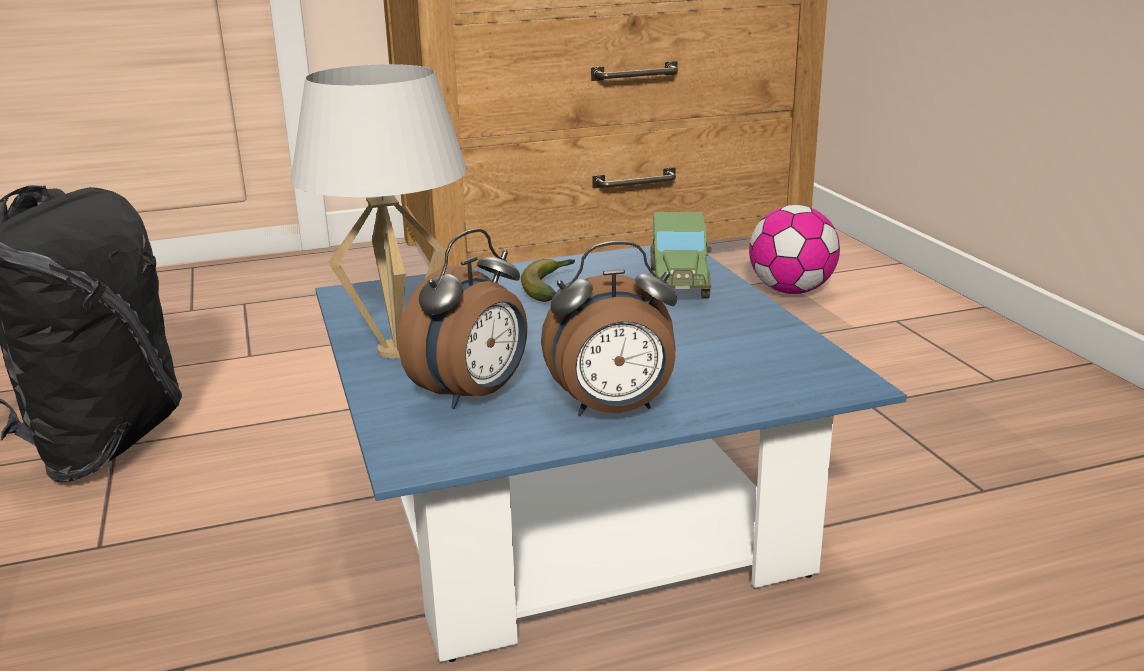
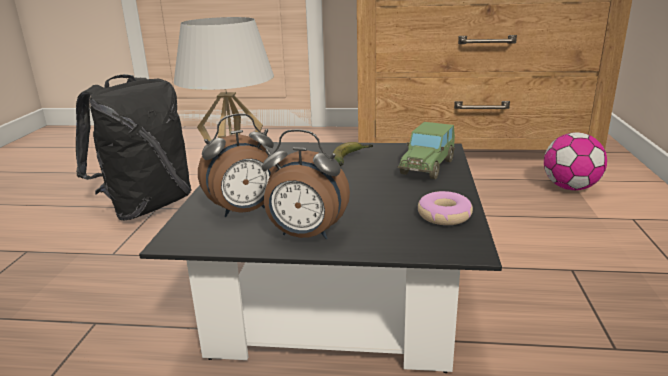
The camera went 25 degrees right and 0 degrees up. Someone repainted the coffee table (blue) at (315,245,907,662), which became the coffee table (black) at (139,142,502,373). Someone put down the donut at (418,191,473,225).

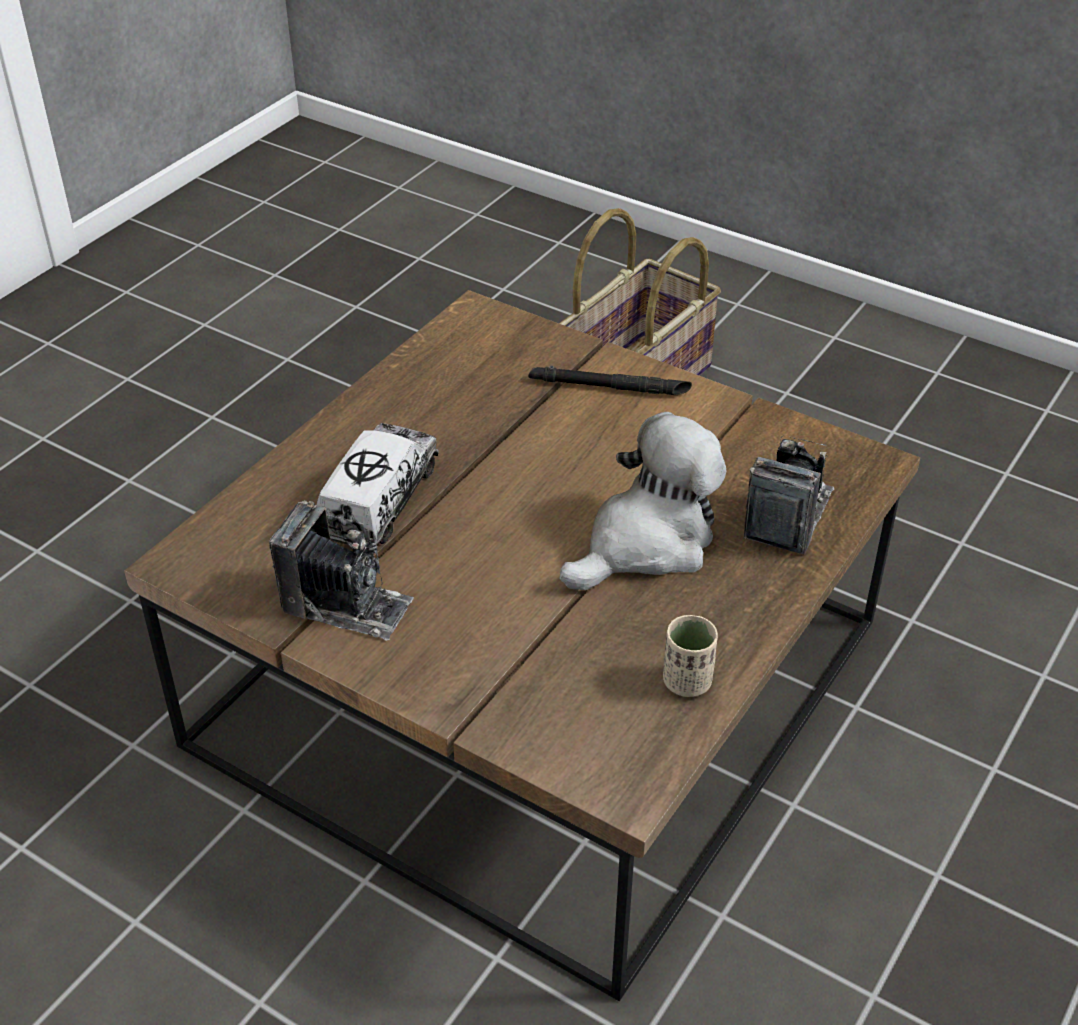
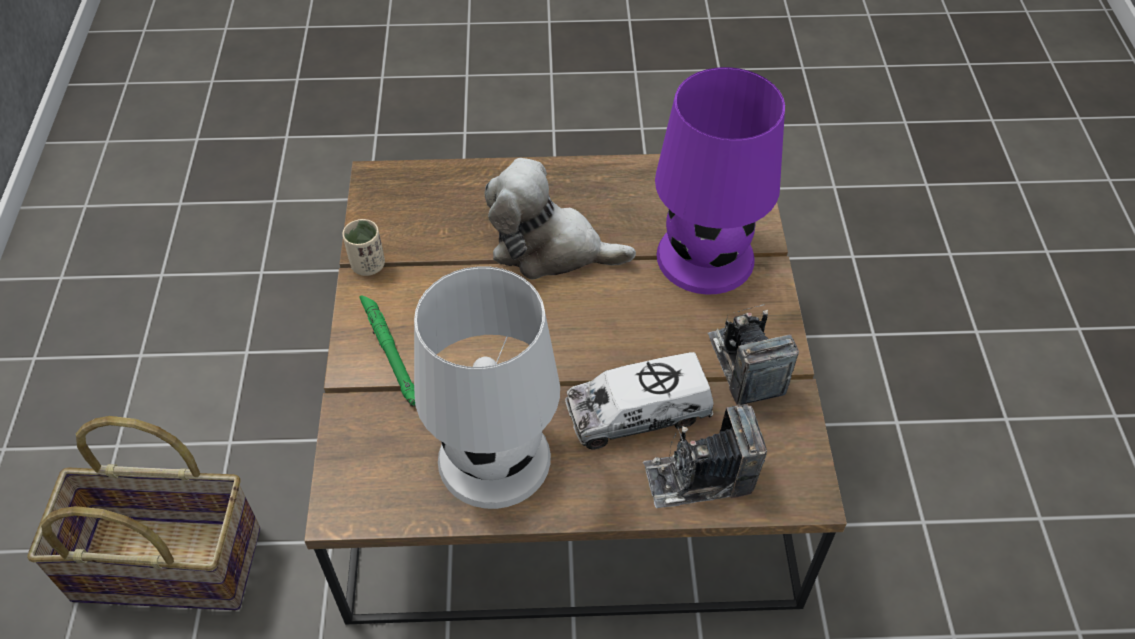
The camera went 125 degrees left and 10 degrees up. Someone repainted the flashlight (black) at (528,366,692,395), which became the flashlight (green) at (359,296,415,406). Someone carried the cup (beige) from (663,615,718,697) to (342,219,385,276). Someone carried the photo camera from (744,436,834,555) to (643,404,767,508). Someone put down the table lamp (white) at (414,266,560,509). Someone put down the table lamp (purple) at (655,67,785,295).

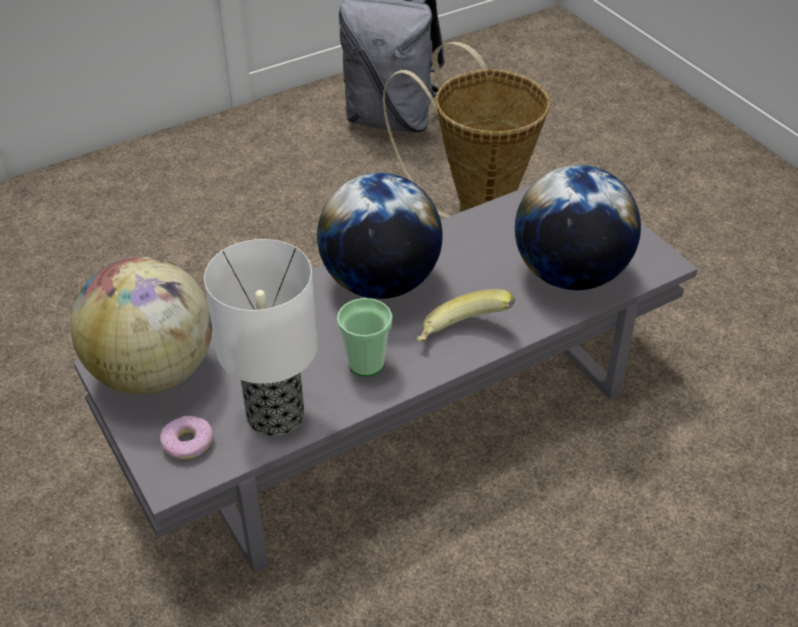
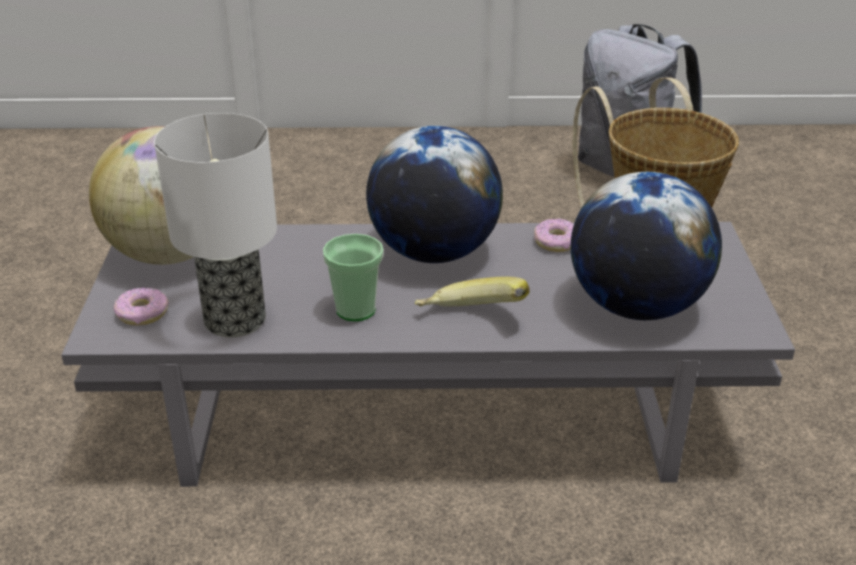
The camera went 30 degrees right and 10 degrees down. Someone put down the donut at (534,219,574,252).

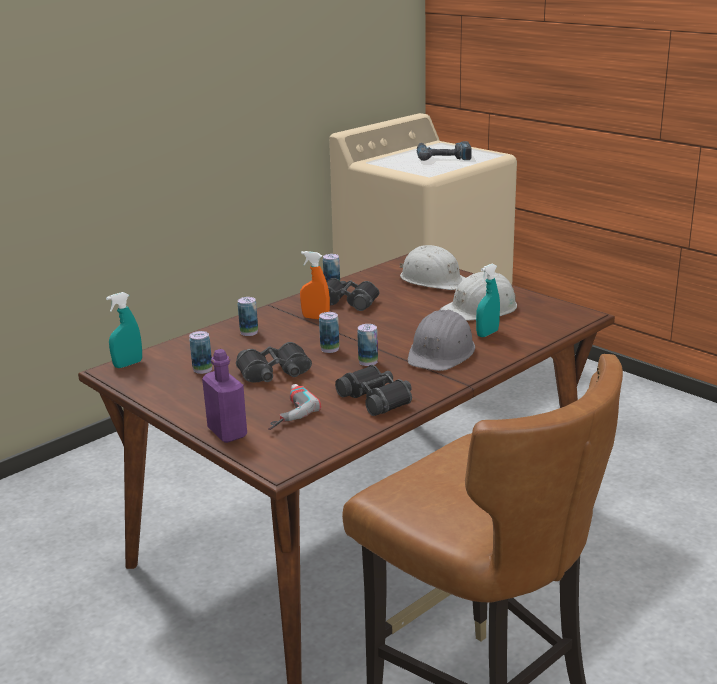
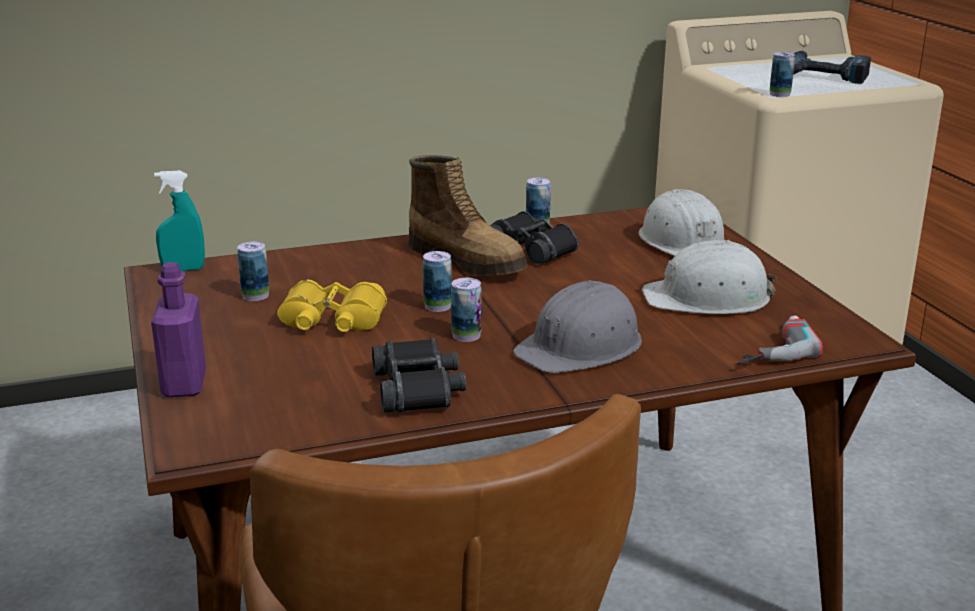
The camera went 25 degrees right and 0 degrees up. Someone repainted the binoculars (black) at (236,342,312,382), which became the binoculars (yellow) at (277,279,387,332). Someone carried the can from (238,297,258,336) to (770,52,795,97). Someone carried the power drill from (268,384,321,430) to (737,316,823,365). Someone swapped the spray bottle (orange) at (300,251,330,319) for the boot at (409,155,528,276). Someone took away the spray bottle (turquoise) at (476,264,500,337).

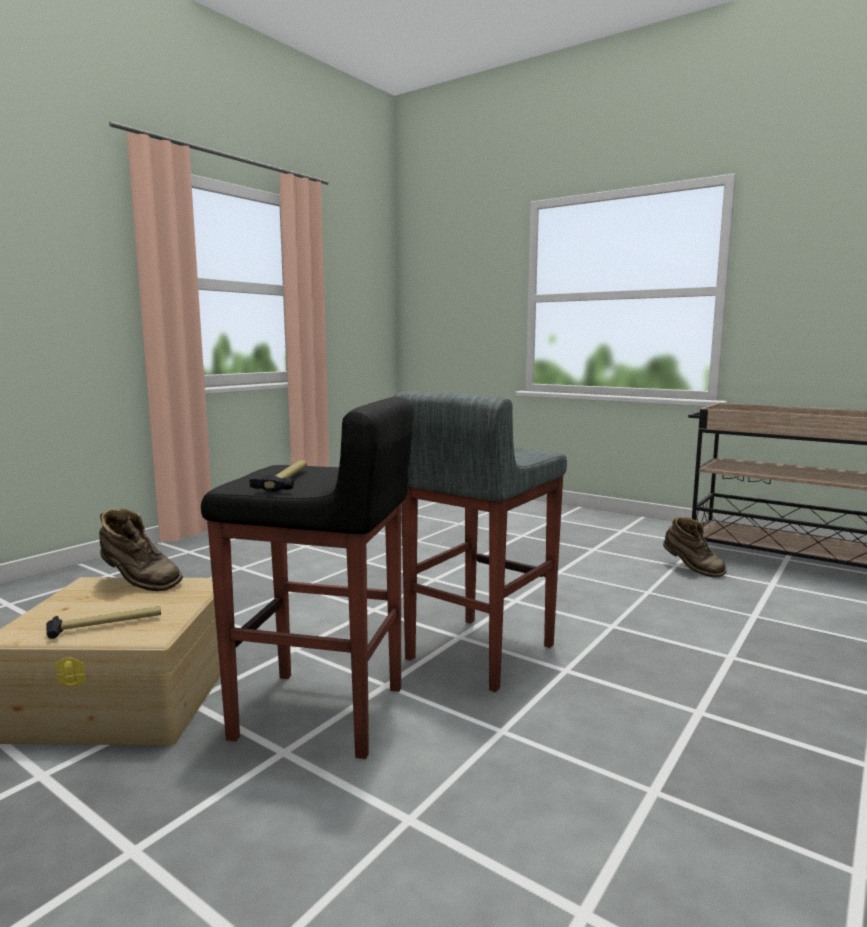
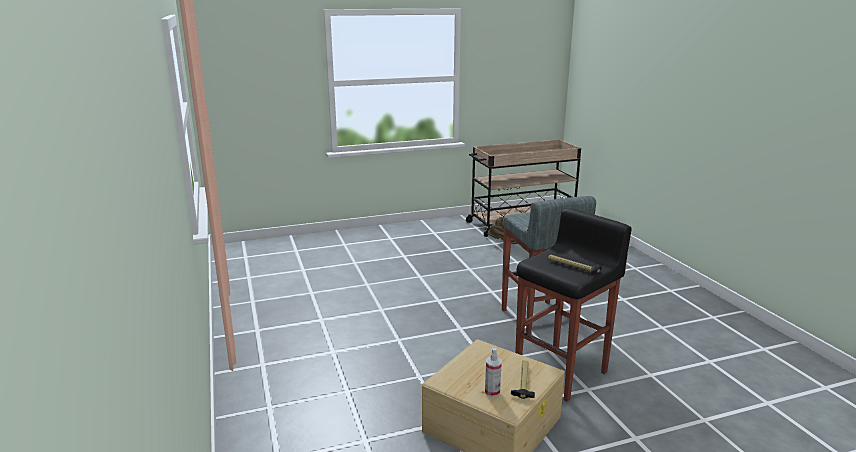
The camera went 55 degrees left and 10 degrees up. Someone took away the boot (brown) at (99,509,183,591). Someone put down the spray bottle at (485,348,502,397).

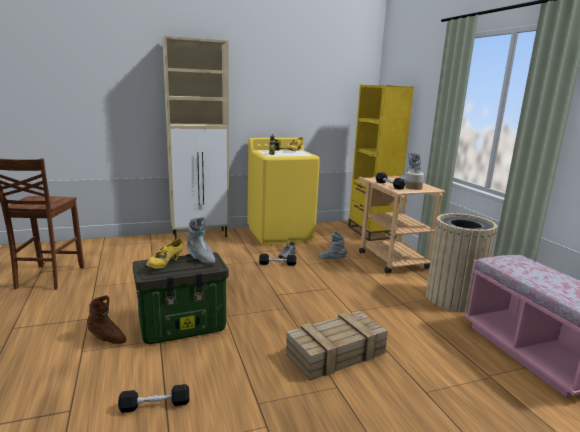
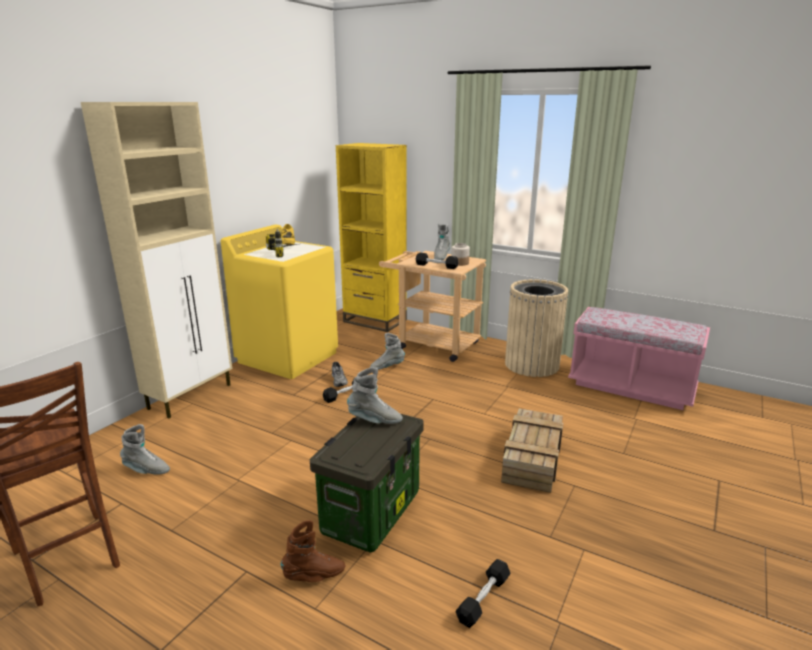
The camera went 40 degrees left and 5 degrees up. Someone took away the shoe (yellow) at (146,239,183,269). Someone put down the boot (grey) at (120,424,170,475).

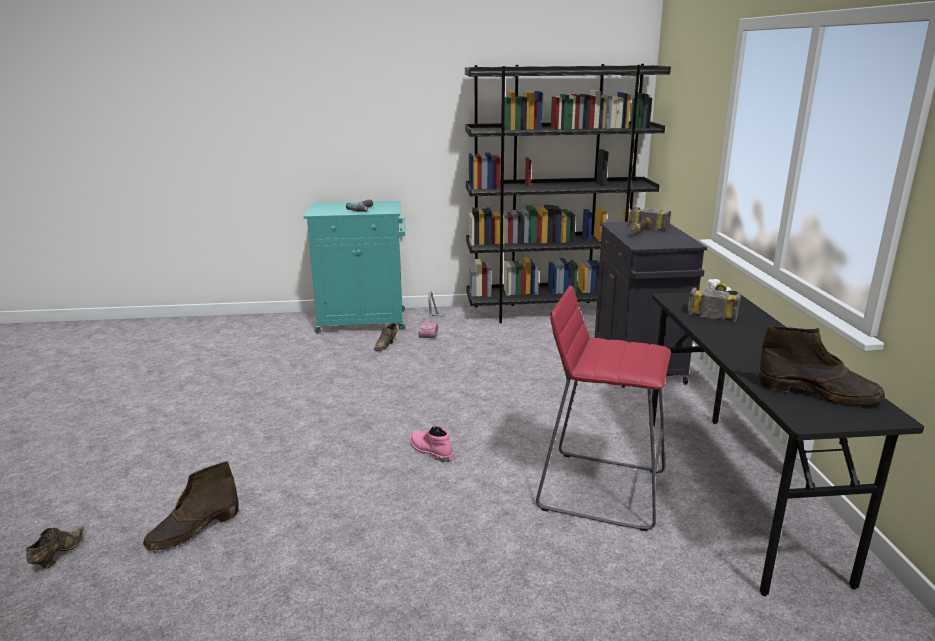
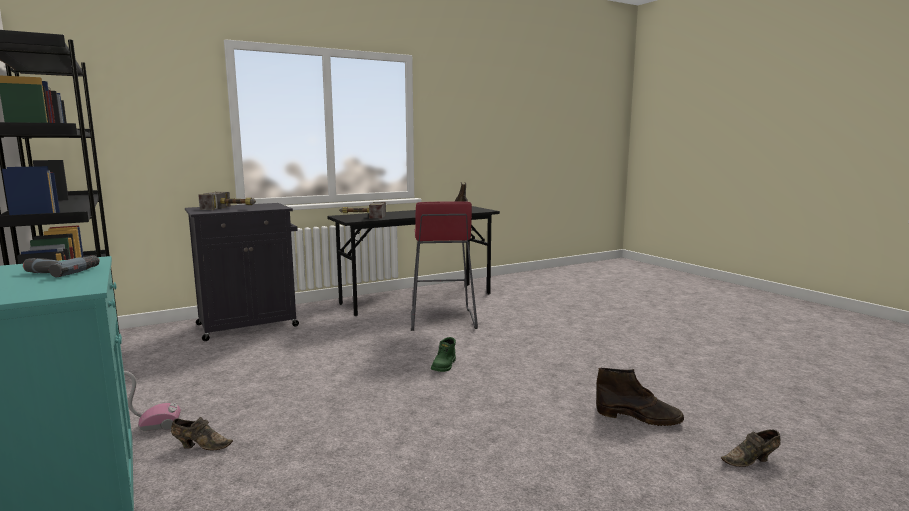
The camera went 115 degrees left and 10 degrees down. Someone repainted the boot (pink) at (410,426,453,462), which became the boot (green) at (431,337,456,372).

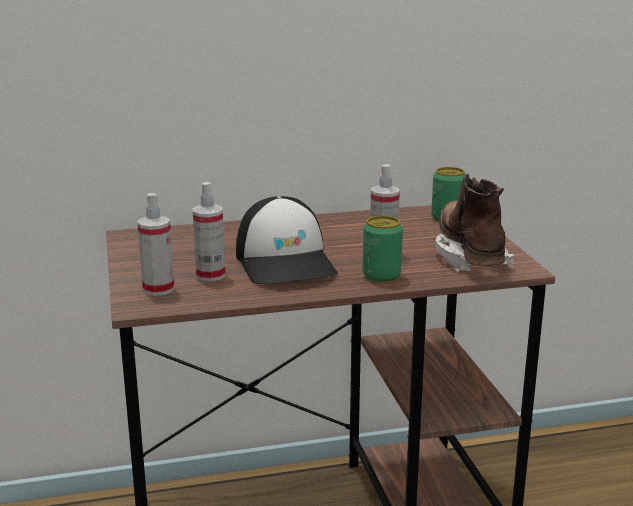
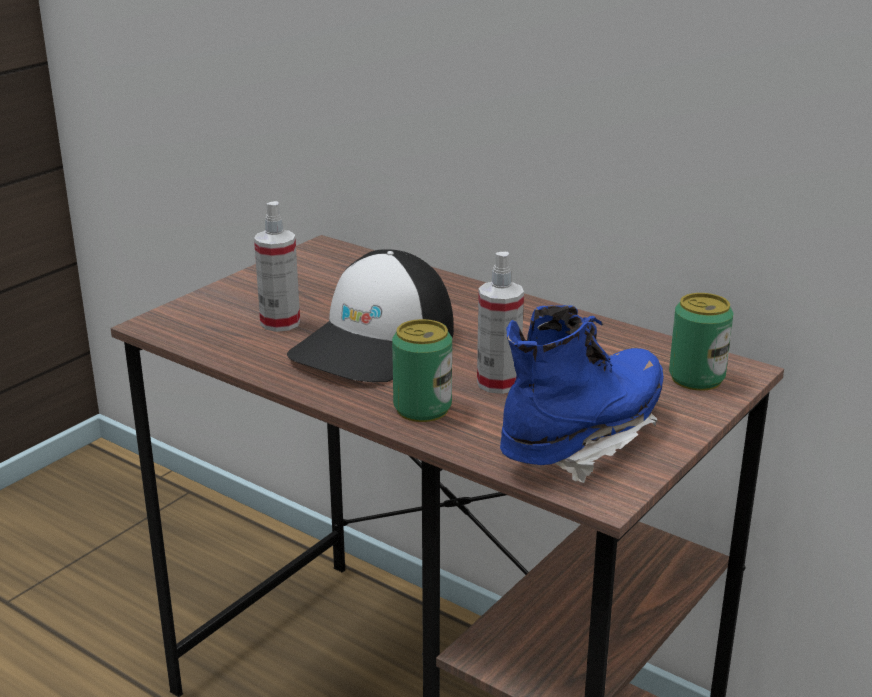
The camera went 50 degrees right and 5 degrees up. Someone took away the spray bottle at (137,193,174,296). Someone repainted the boot (brown) at (435,174,515,271), which became the boot (blue) at (500,305,664,483).

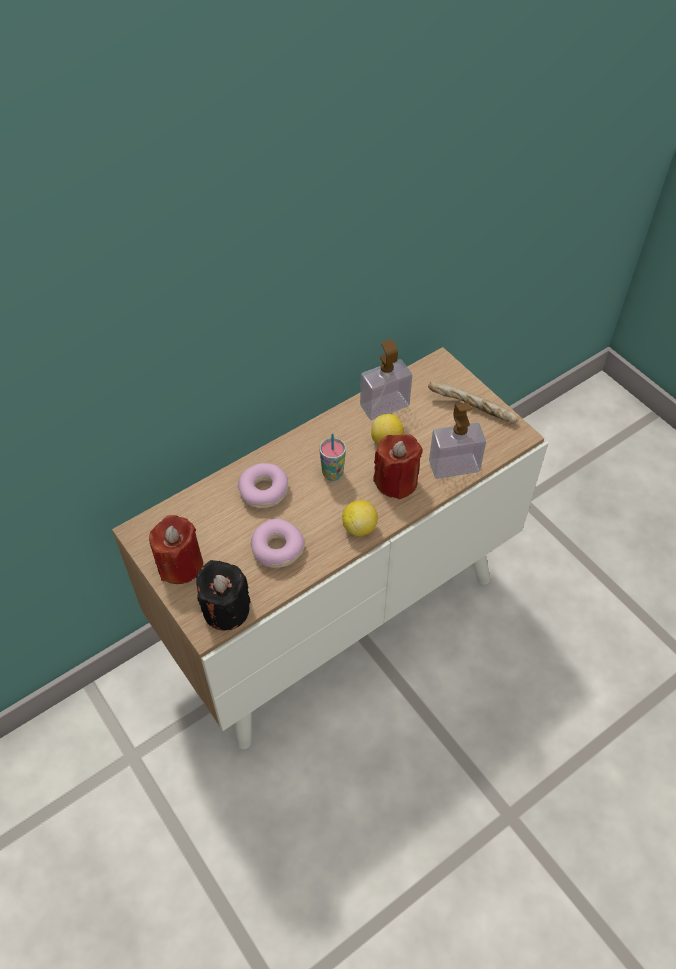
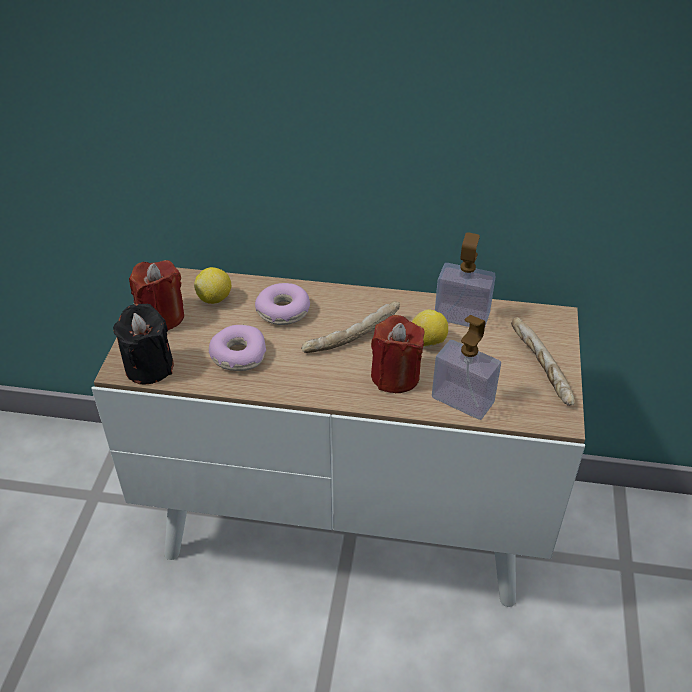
The camera went 45 degrees right and 10 degrees down. Someone swapped the cup at (320,433,346,481) for the bread at (301,301,400,353). Someone carried the lemon from (342,500,378,536) to (194,267,231,304).

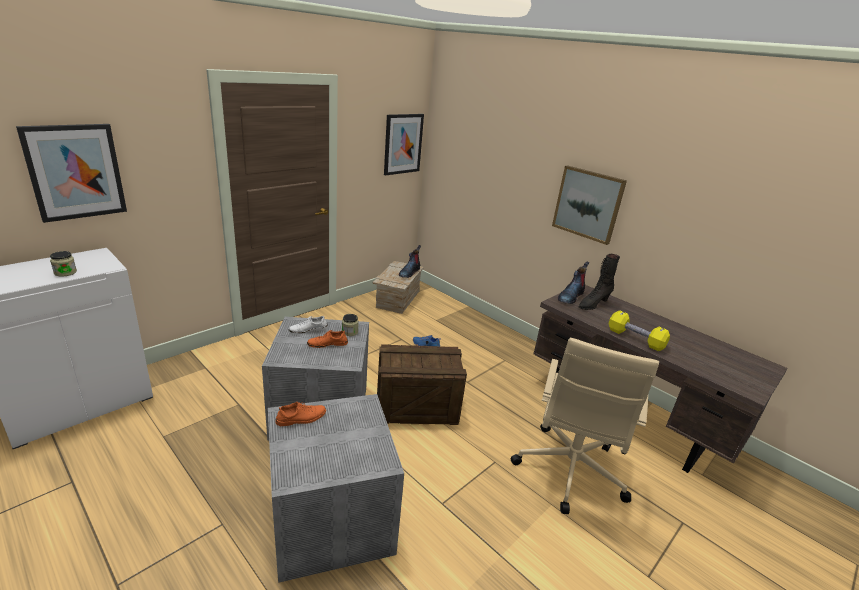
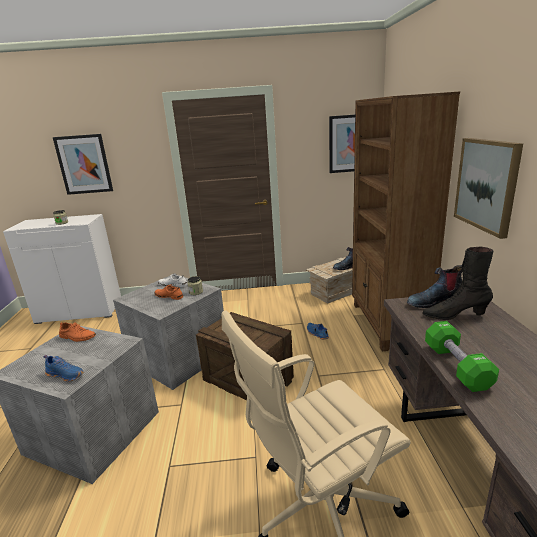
The camera went 45 degrees right and 5 degrees down. Someone repainted the dumbbell (yellow) at (608,310,670,351), which became the dumbbell (green) at (425,321,499,392). Someone put down the shoe (blue) at (43,355,84,382). Someone put down the bookcase (brown) at (352,92,460,351).

